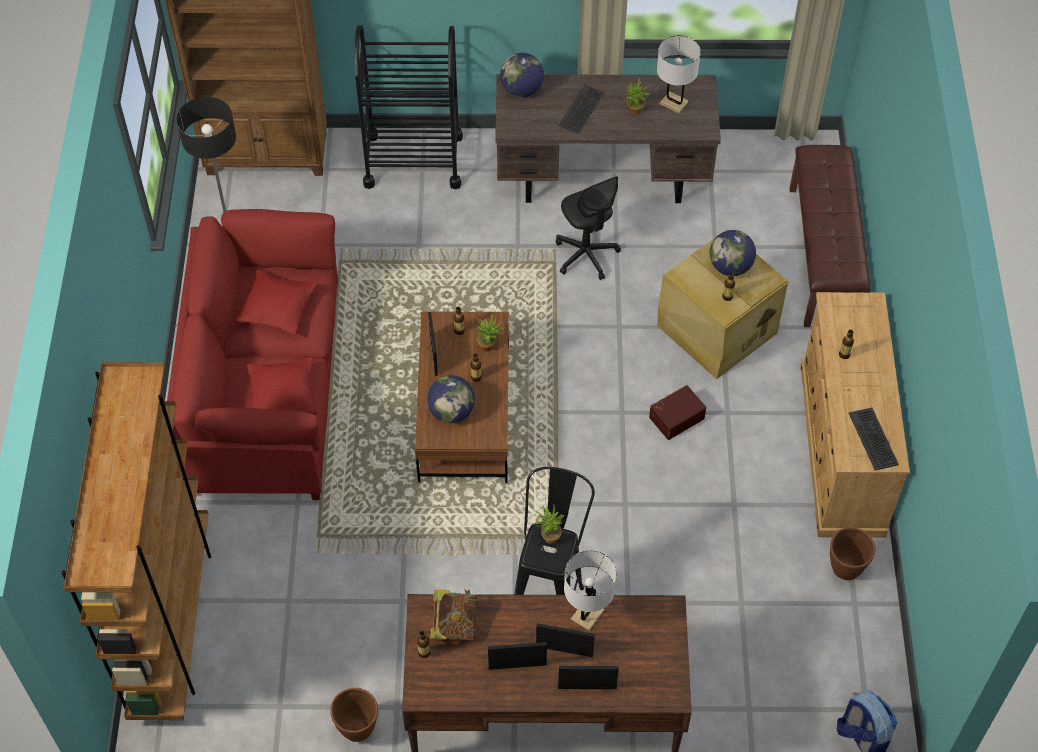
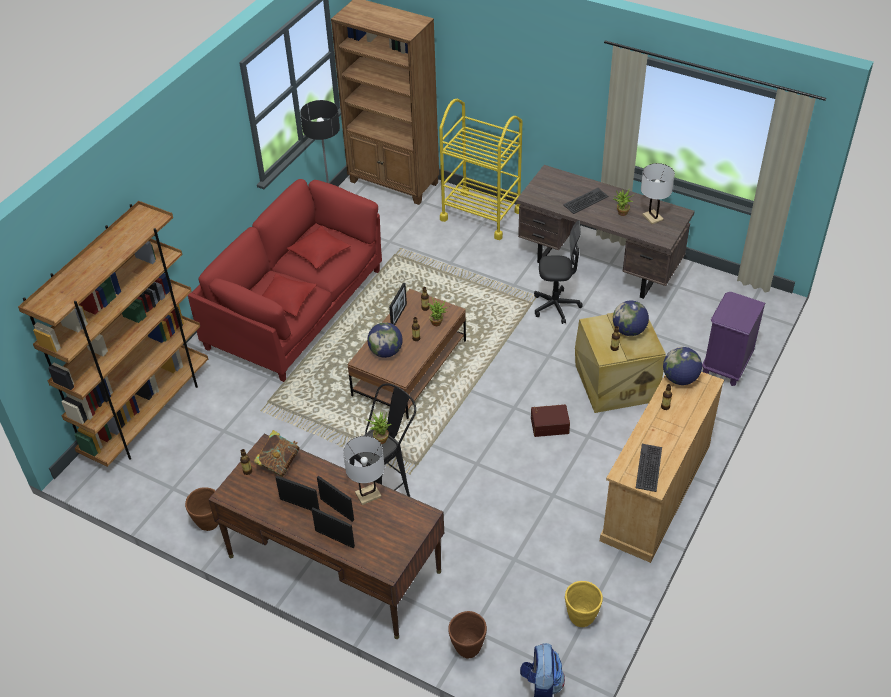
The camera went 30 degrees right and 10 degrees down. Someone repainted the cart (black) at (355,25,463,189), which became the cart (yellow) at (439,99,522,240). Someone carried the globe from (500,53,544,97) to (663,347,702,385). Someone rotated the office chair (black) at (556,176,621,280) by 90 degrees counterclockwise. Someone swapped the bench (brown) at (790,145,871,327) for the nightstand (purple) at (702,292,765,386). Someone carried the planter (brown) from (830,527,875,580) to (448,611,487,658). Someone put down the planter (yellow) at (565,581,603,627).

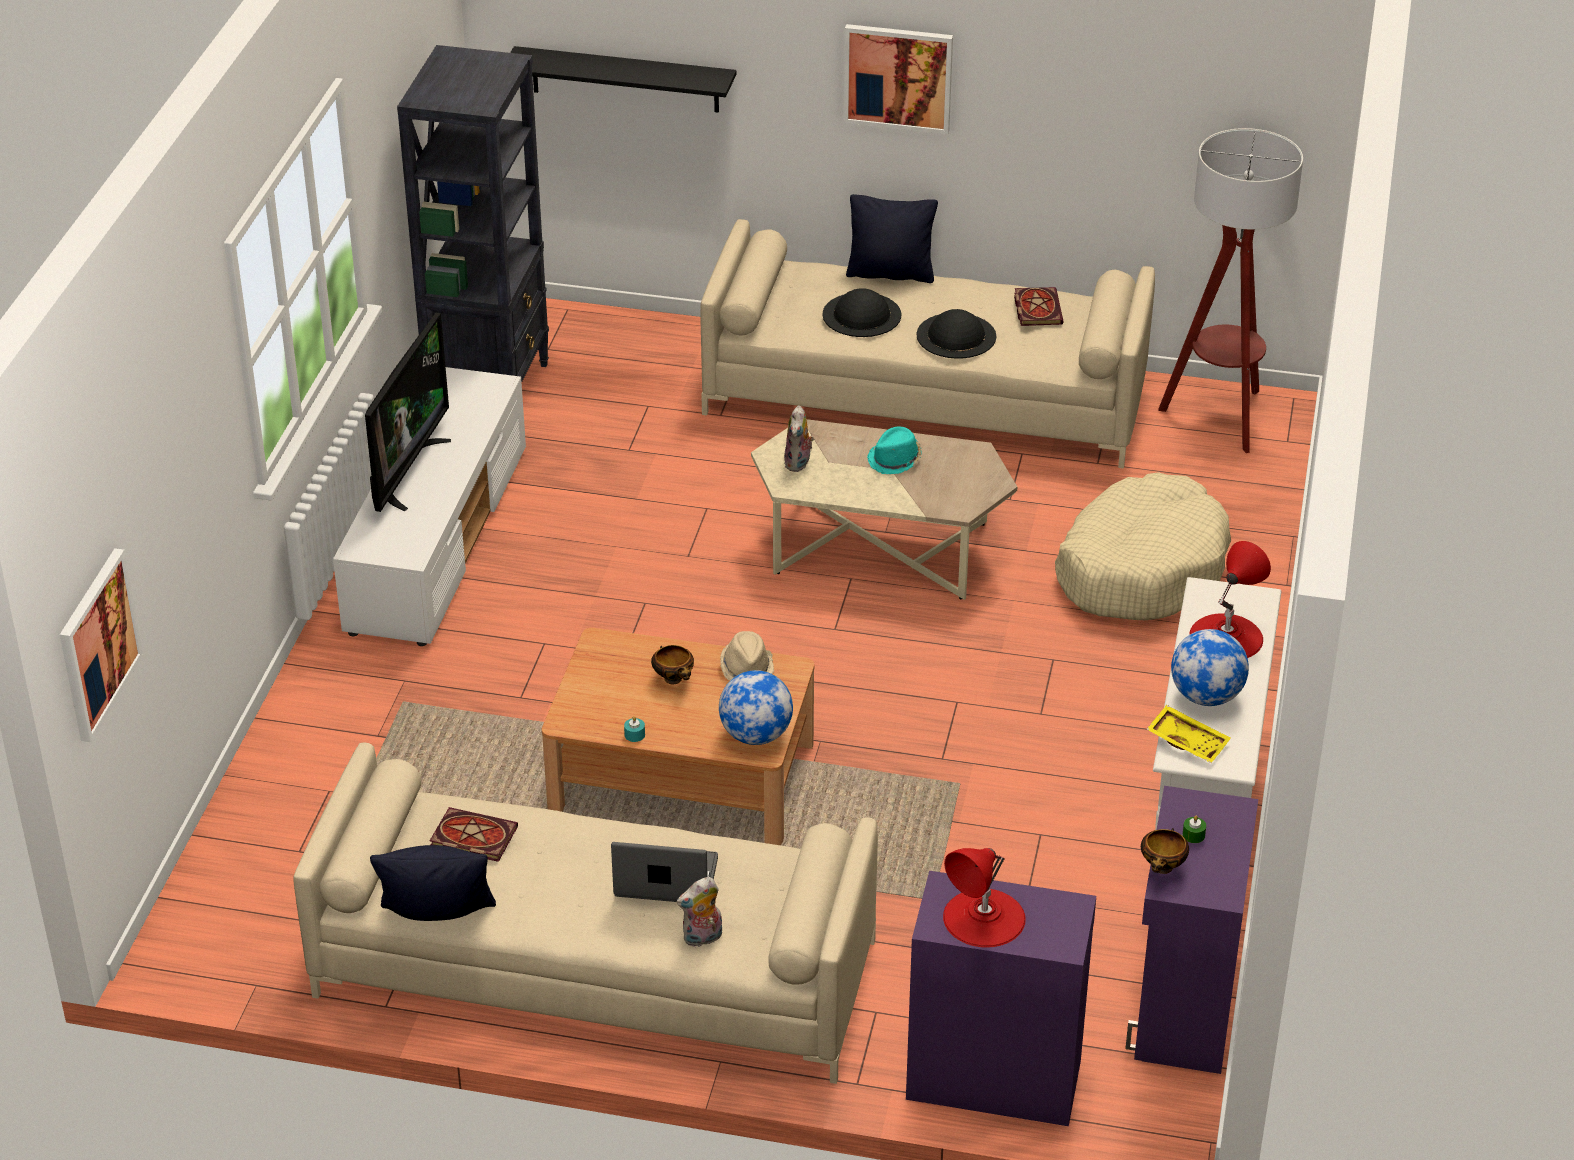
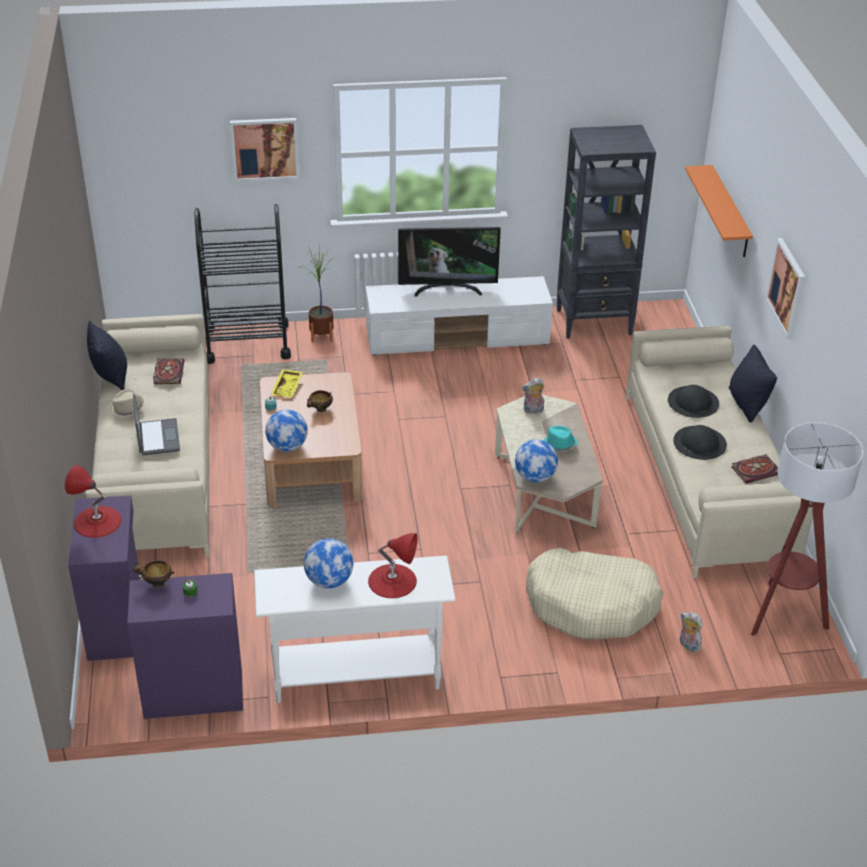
The camera went 70 degrees right and 0 degrees up. Someone carried the picture from (60,548,143,742) to (230,118,299,182). Someone repainted the shelf (black) at (510,46,737,113), which became the shelf (orange) at (685,165,753,257). Someone carried the plush toy from (677,877,722,947) to (680,612,703,652). Someone carried the hat (beige) from (720,631,774,681) to (110,389,144,418). Someone carried the tray (yellow) from (1147,705,1231,763) to (271,369,303,398). Someone put down the cart (black) at (195,204,291,364). Someone put down the potted plant at (299,245,334,343). Someone put down the globe at (515,439,558,482).

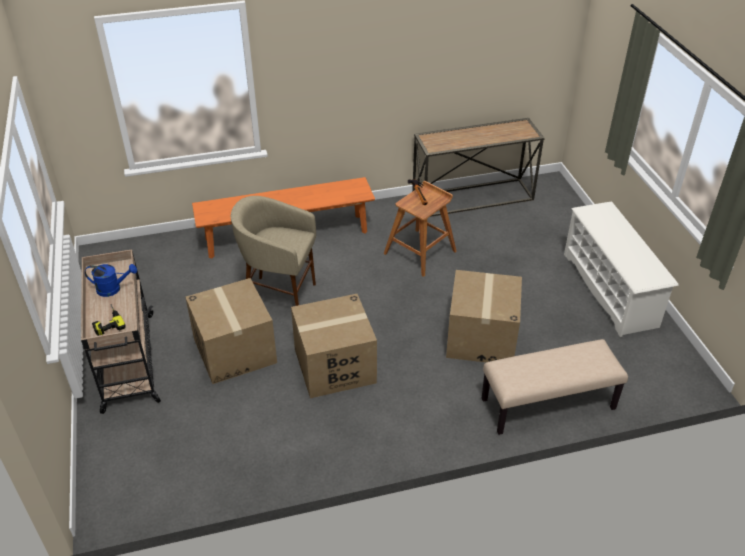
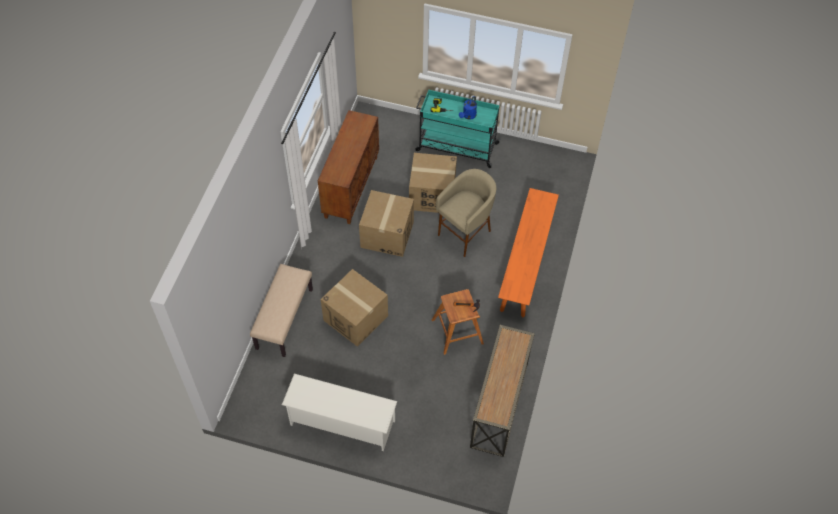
The camera went 120 degrees right and 15 degrees up. Someone repainted the cart (beige) at (81,249,161,414), which became the cart (turquoise) at (415,90,501,168). Someone put down the cabinet (brown) at (318,110,379,224).

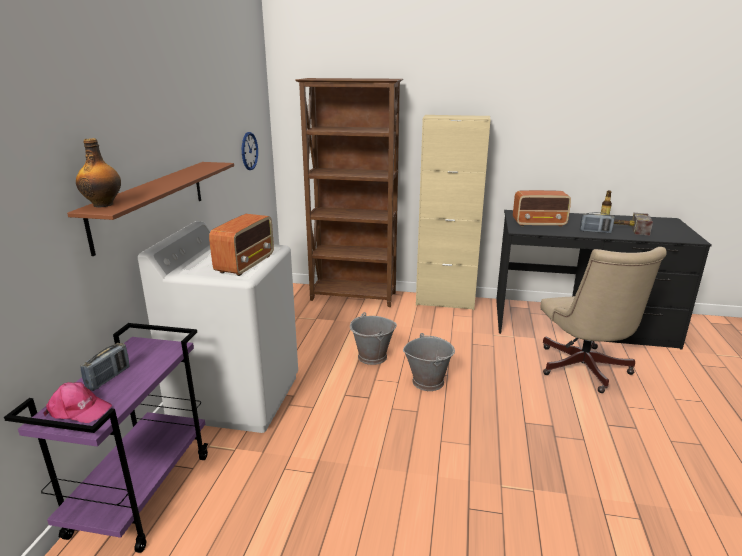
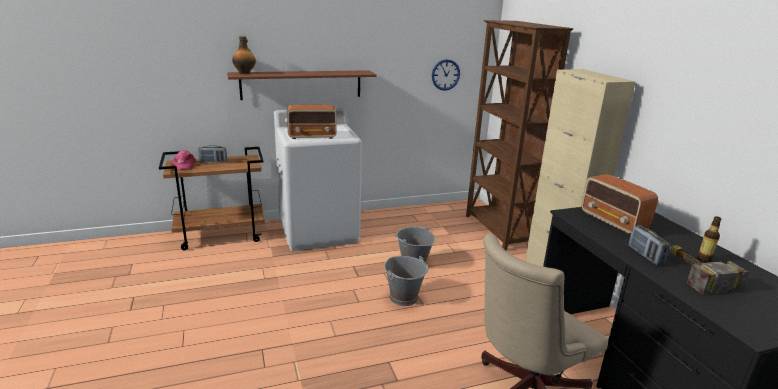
The camera went 60 degrees right and 0 degrees up. Someone repainted the cart (purple) at (4,323,208,553), which became the cart (brown) at (159,147,265,250).

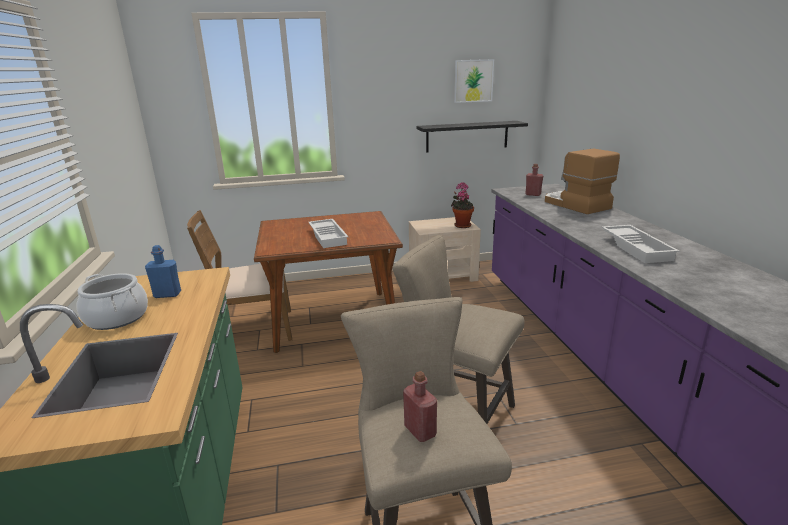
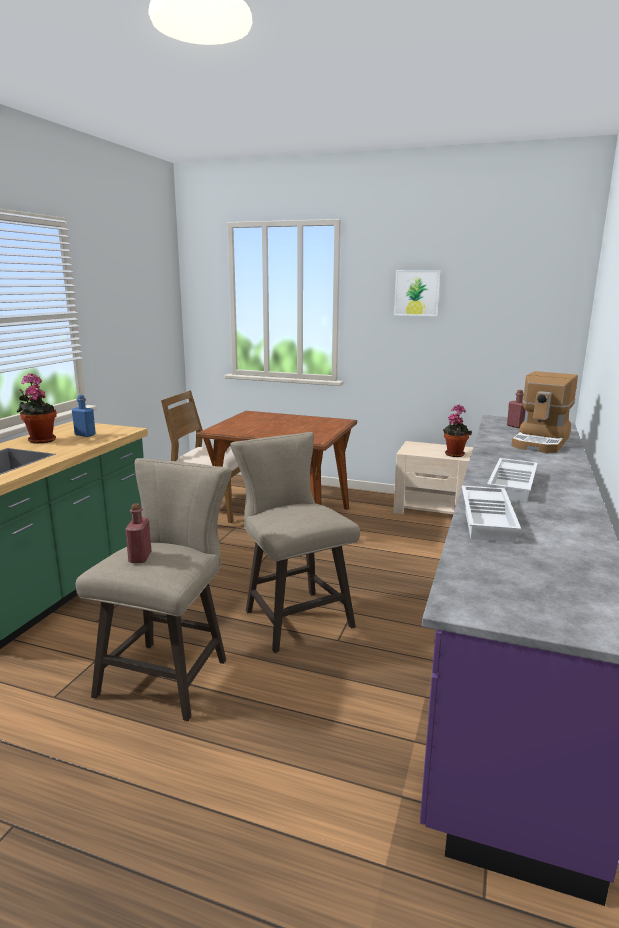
The camera went 30 degrees right and 5 degrees down. Someone swapped the cooking pot at (77,273,148,330) for the potted plant at (17,373,57,444). Someone carried the tray (white) from (308,219,348,248) to (462,486,521,543). Someone took away the shelf (black) at (417,121,528,153). Someone carried the picture from (454,59,494,103) to (394,270,441,316). Someone rotated the coffee machine at (545,148,620,214) by 150 degrees counterclockwise.

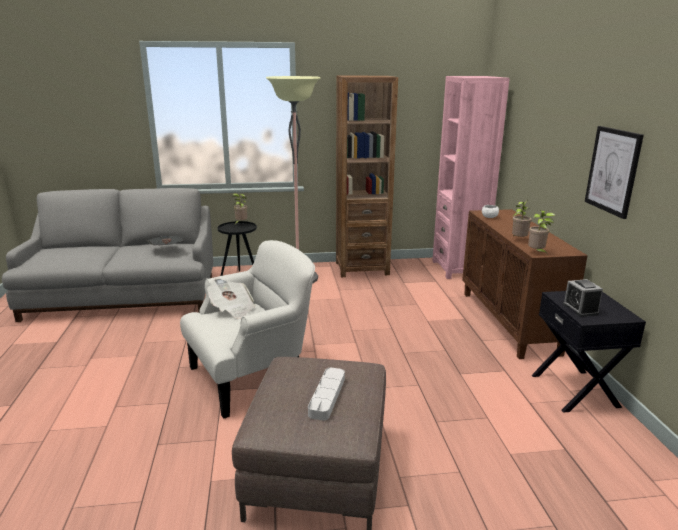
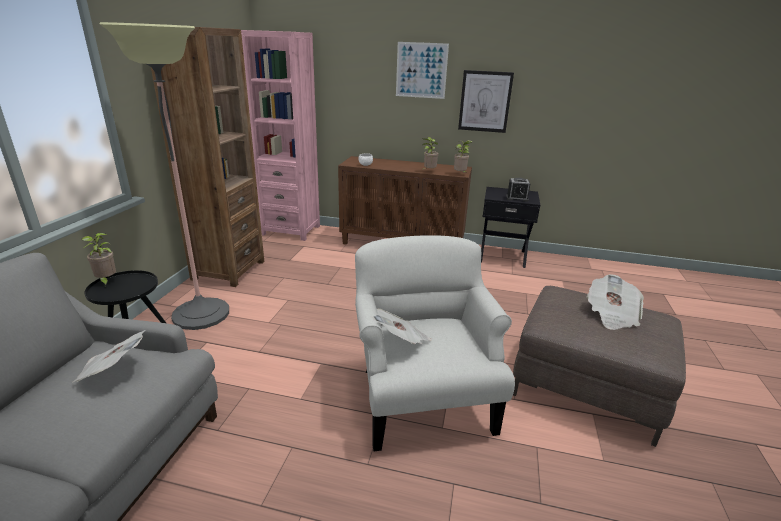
The camera went 70 degrees left and 5 degrees up. Someone swapped the tray (grey) at (308,368,345,421) for the newspaper at (587,274,644,330). Someone put up the picture at (396,42,449,99).

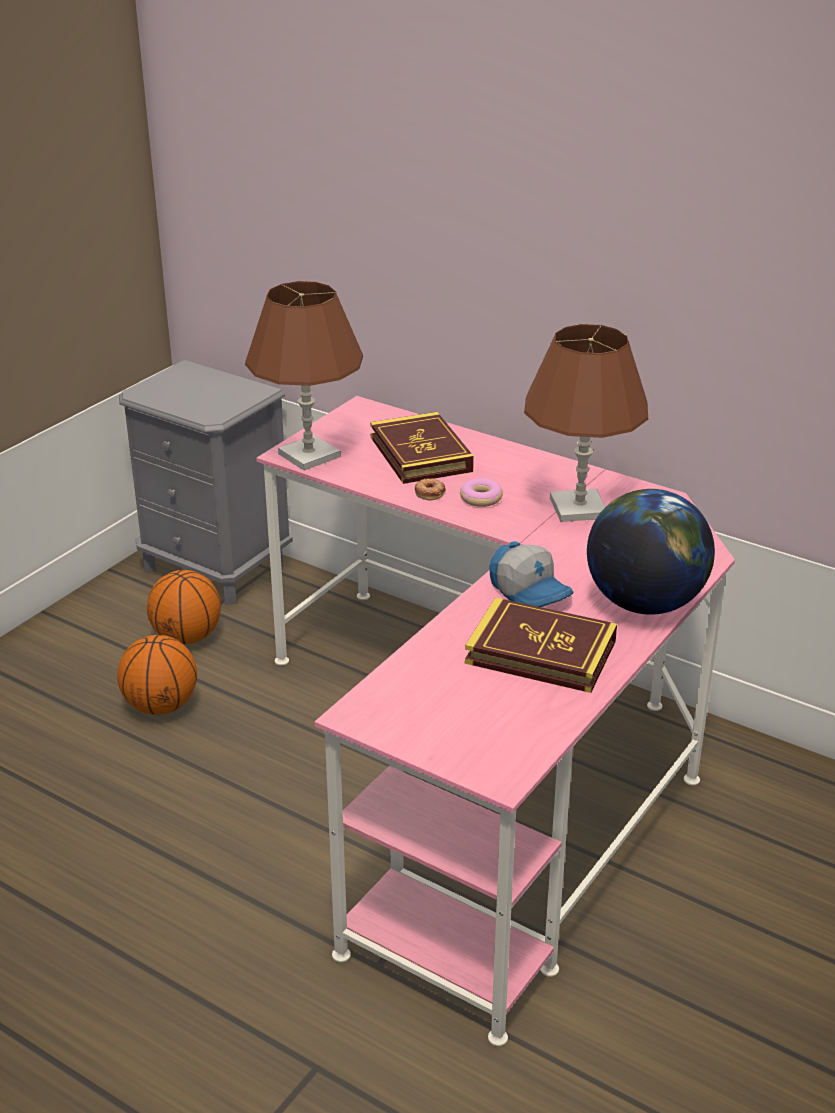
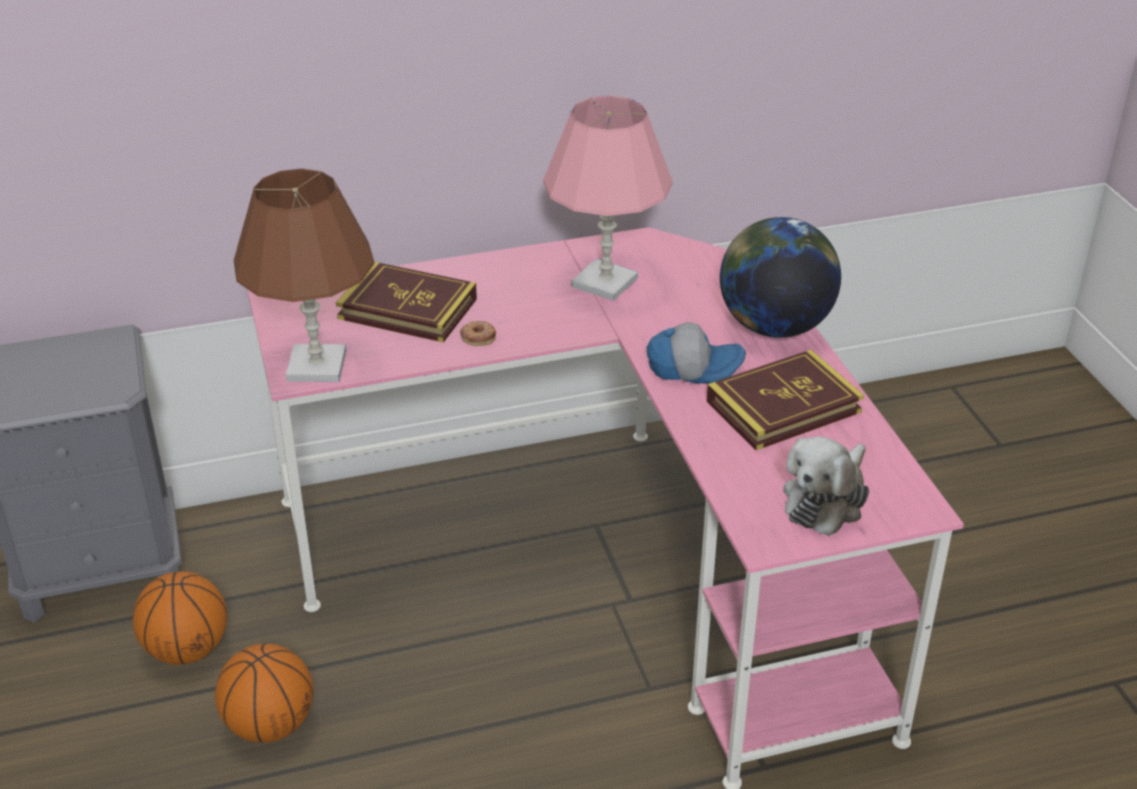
The camera went 50 degrees left and 5 degrees up. Someone took away the donut at (460,478,503,507). Someone repainted the table lamp (brown) at (524,324,648,522), which became the table lamp (pink) at (543,95,673,301). Someone put down the plush toy at (783,437,869,536).

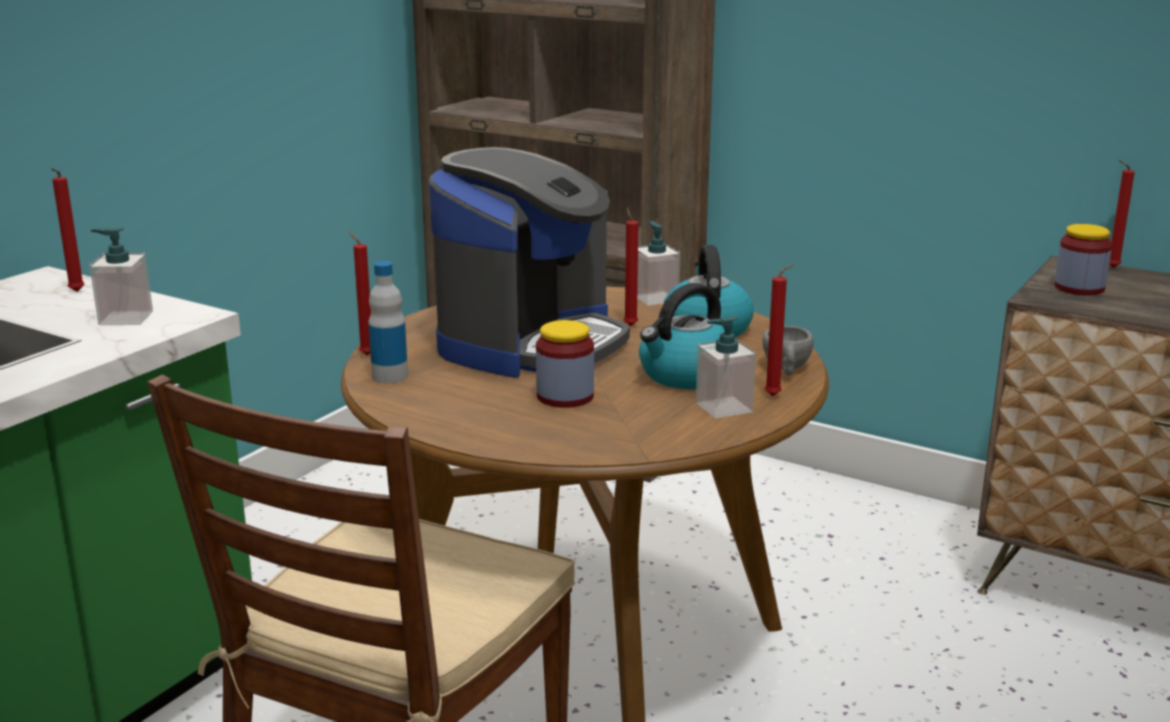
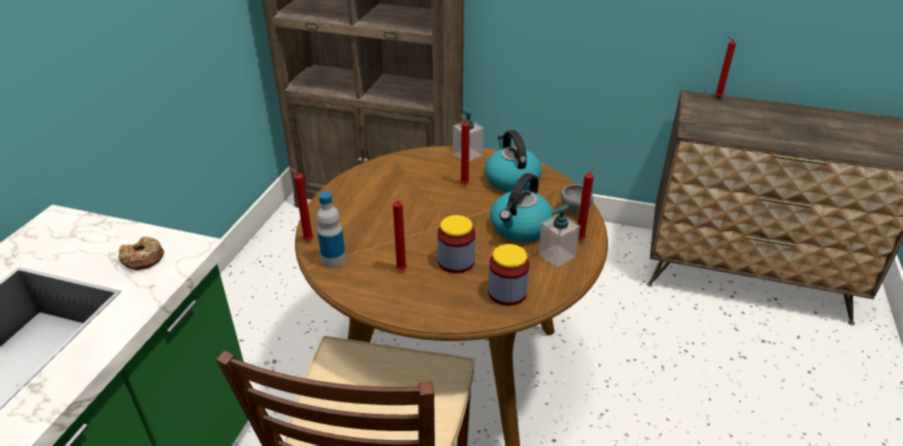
The camera went 15 degrees left and 15 degrees up. Someone carried the candle (red) from (51,168,85,292) to (393,200,407,270). Someone swapped the soap dispenser at (89,228,153,325) for the donut at (118,236,164,270). Someone took away the coffee machine at (429,147,630,378). Someone carried the jar from (1054,224,1112,295) to (488,244,530,306).

